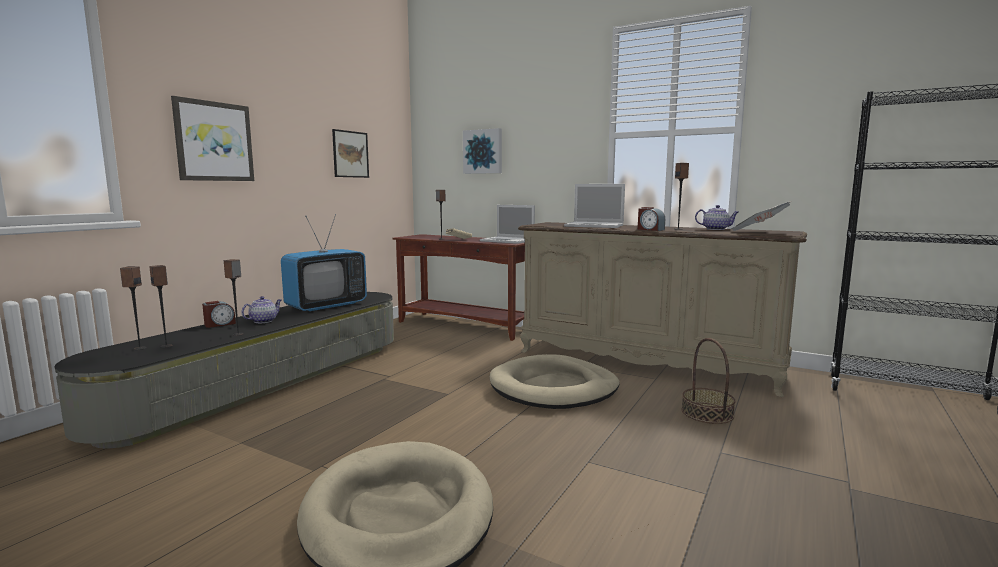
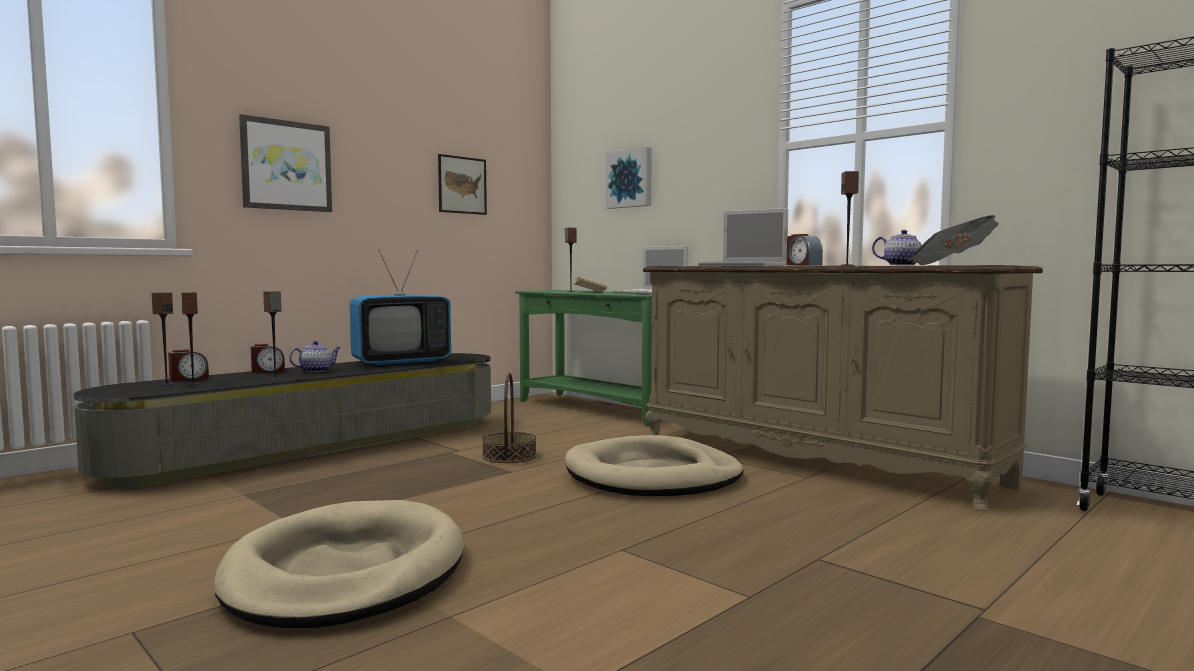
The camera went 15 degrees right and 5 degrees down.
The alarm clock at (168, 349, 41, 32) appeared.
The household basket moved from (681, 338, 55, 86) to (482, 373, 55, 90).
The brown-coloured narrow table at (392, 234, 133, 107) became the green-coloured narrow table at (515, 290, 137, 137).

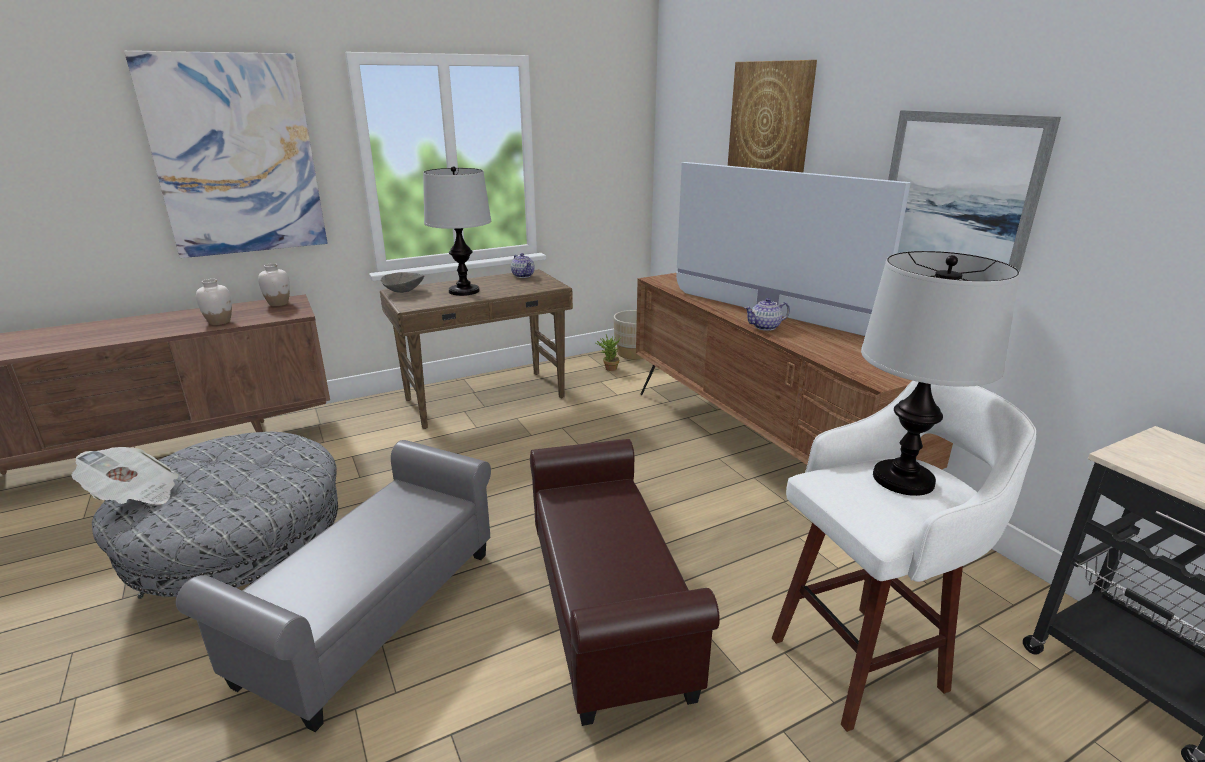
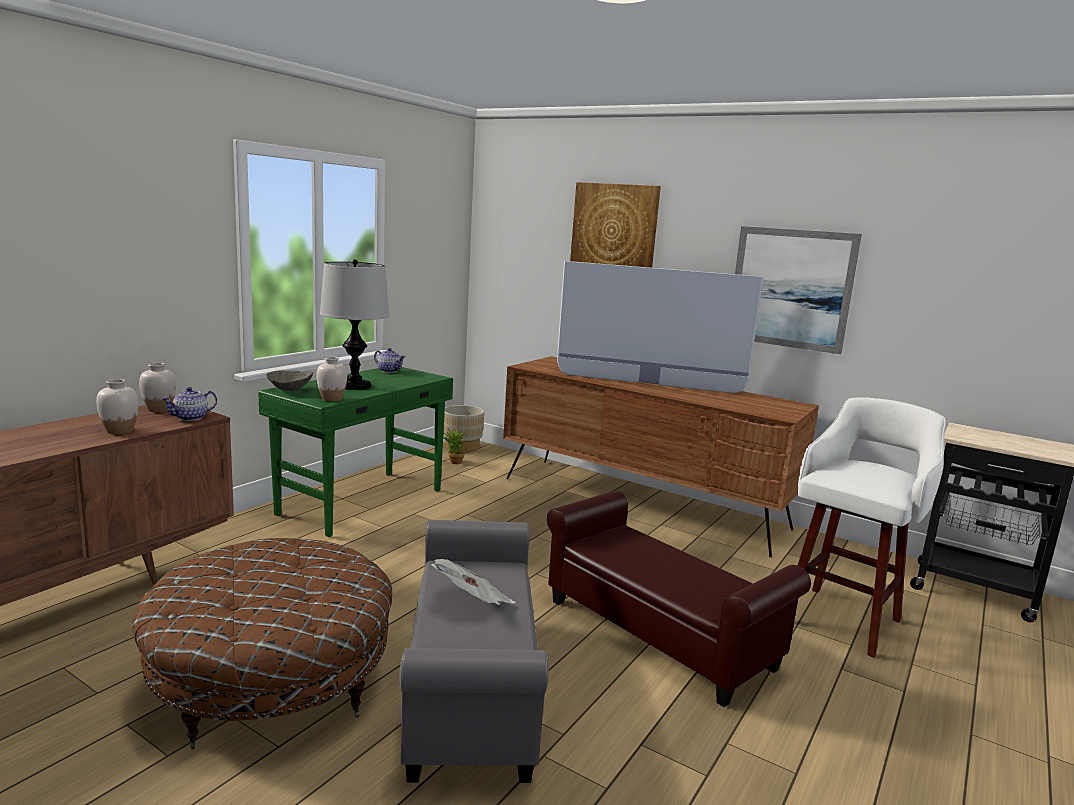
The camera went 30 degrees left and 10 degrees down.
The gray footrest at (92, 432, 246, 167) became the brown-coloured footrest at (132, 538, 260, 211).
The teapot moved from (744, 298, 46, 33) to (161, 387, 56, 34).
The brown-coloured narrow table at (380, 269, 193, 160) became the green-coloured narrow table at (258, 367, 195, 170).
The white-coloured flower vase at (316, 357, 31, 45) appeared.
The daily paper moved from (72, 447, 107, 58) to (431, 559, 84, 46).
The wall picture at (124, 51, 203, 207) disappeared.
The table lamp at (861, 251, 159, 245) disappeared.

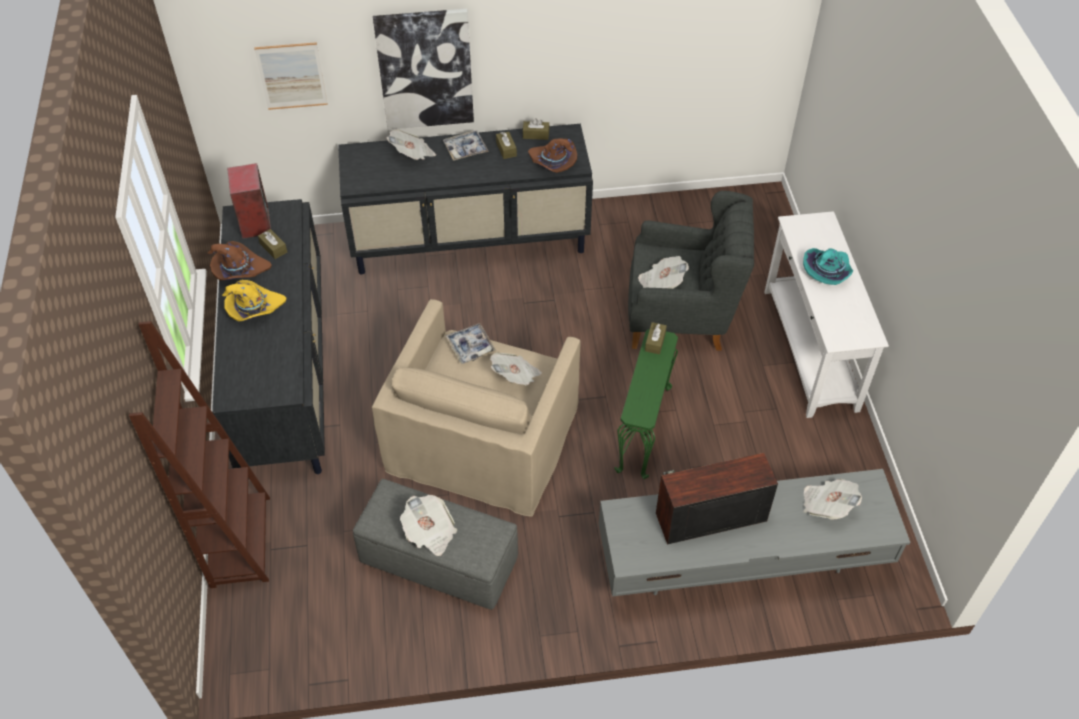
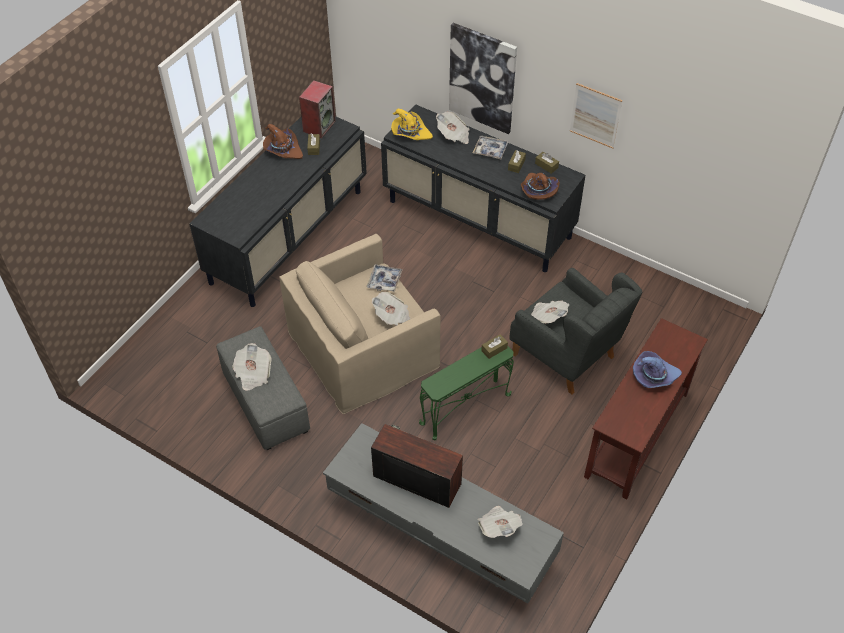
The camera went 40 degrees right and 0 degrees up.
The yellow clothing hat moved from (222, 280, 64, 42) to (391, 109, 42, 31).
The wall picture moved from (254, 42, 74, 68) to (570, 83, 52, 65).
The white-coloured narrow table at (764, 211, 125, 207) became the brown-coloured narrow table at (584, 318, 124, 182).
The blue-green clothing hat at (803, 248, 50, 37) became the purplish clothing hat at (633, 351, 49, 37).
The brown-coloured bookcase at (129, 321, 141, 267) disappeared.

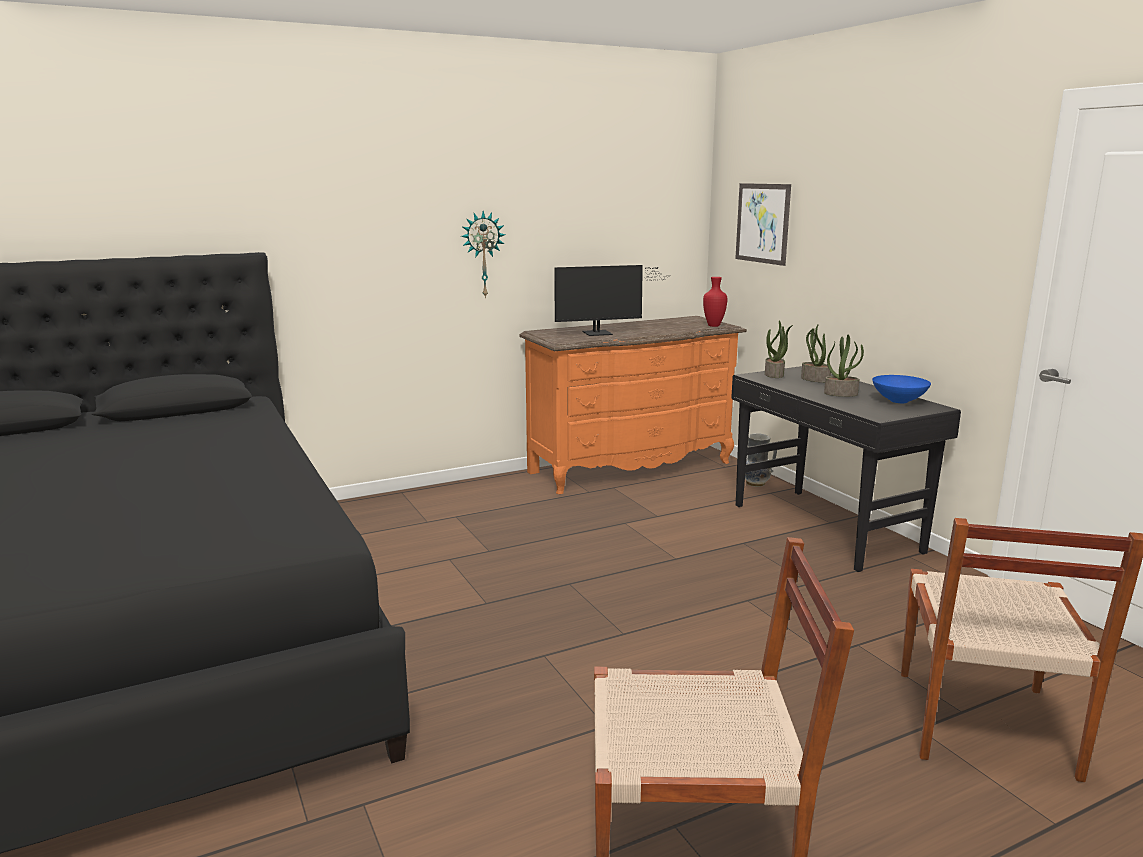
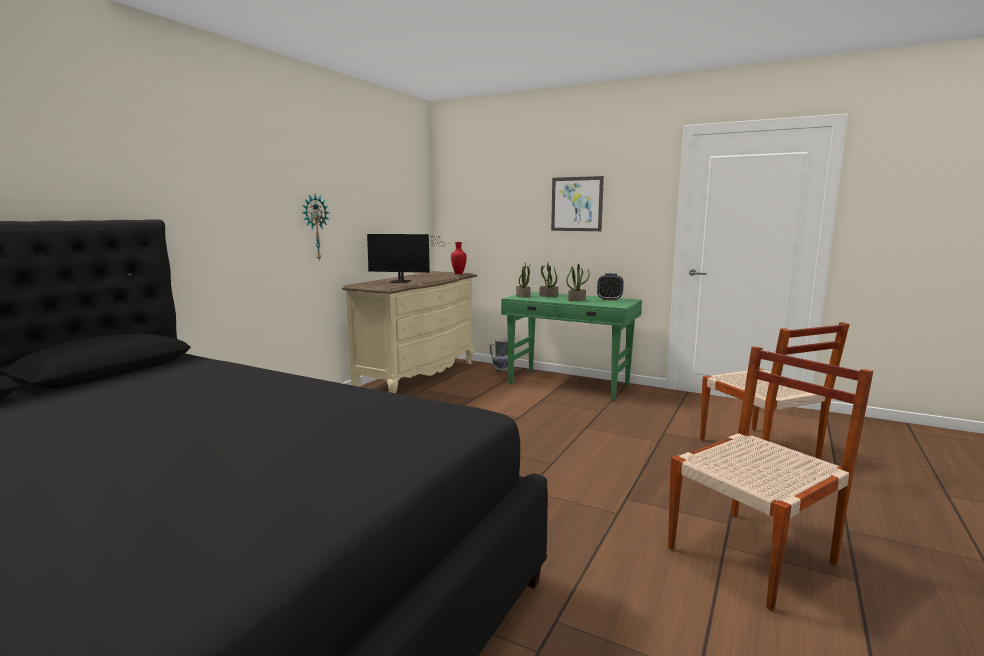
The camera went 35 degrees left and 5 degrees down.
The orange drawer chest at (519, 316, 228, 178) became the beige drawer chest at (342, 271, 135, 122).
The monitor at (554, 265, 116, 71) turned 60 degrees clockwise.
The black narrow table at (731, 366, 230, 206) became the green-coloured narrow table at (501, 292, 141, 109).
The wall picture moved from (735, 183, 56, 83) to (551, 176, 53, 55).
The blue bowl at (872, 375, 59, 28) was replaced by the alarm clock at (597, 273, 27, 27).

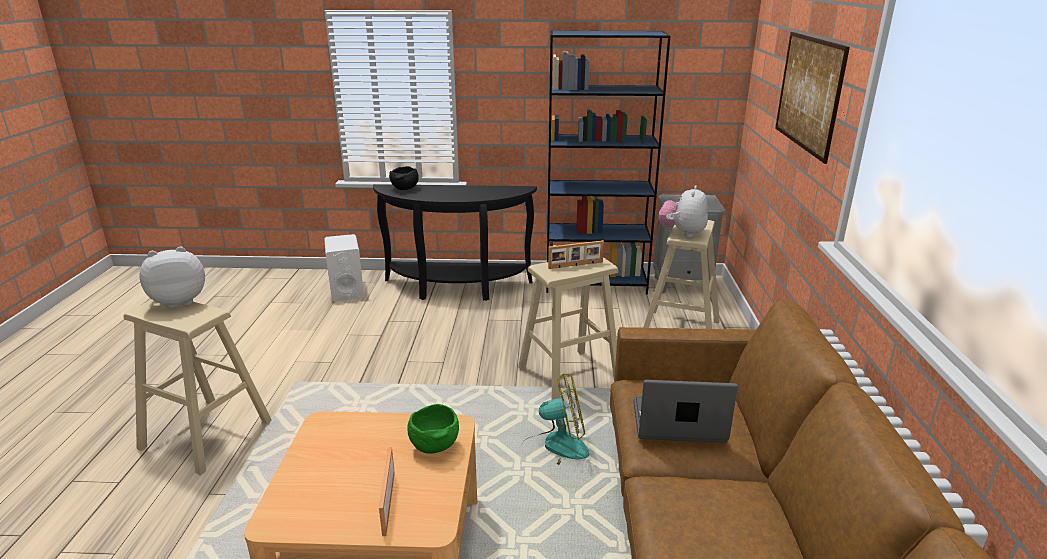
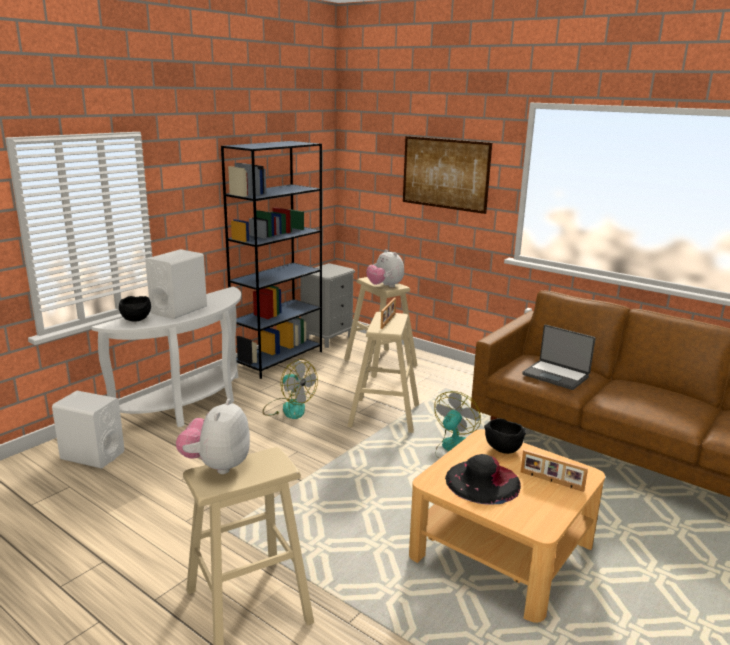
The camera went 55 degrees left and 5 degrees down.
The black narrow table at (373, 184, 164, 117) became the white-coloured narrow table at (91, 287, 150, 140).
The white-coloured speaker at (145, 249, 62, 70) appeared.
The electric fan at (263, 359, 55, 60) appeared.
The black clothing hat at (445, 454, 76, 51) appeared.
The green-coloured bowl at (407, 404, 52, 49) became the black bowl at (484, 418, 42, 36).
The notebook computer at (634, 380, 104, 63) turned 90 degrees counterclockwise.

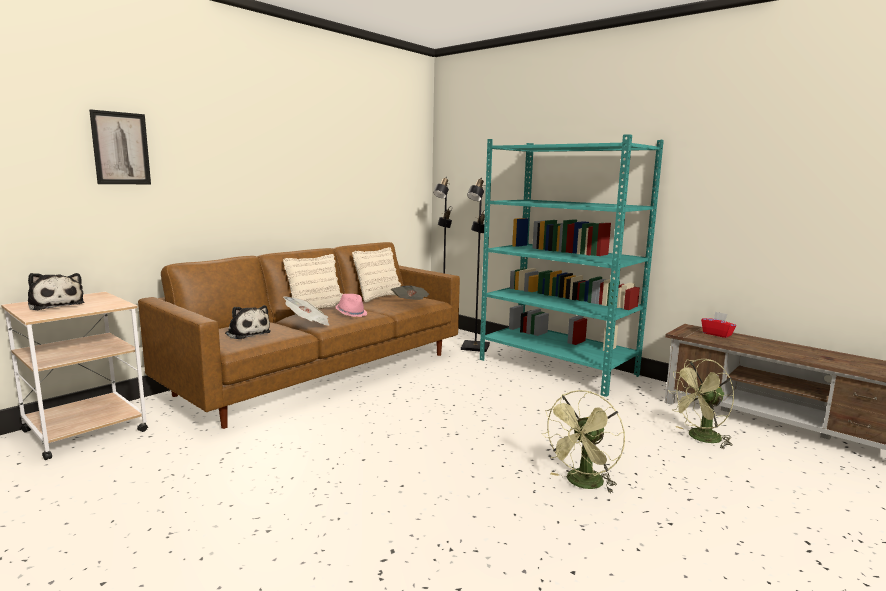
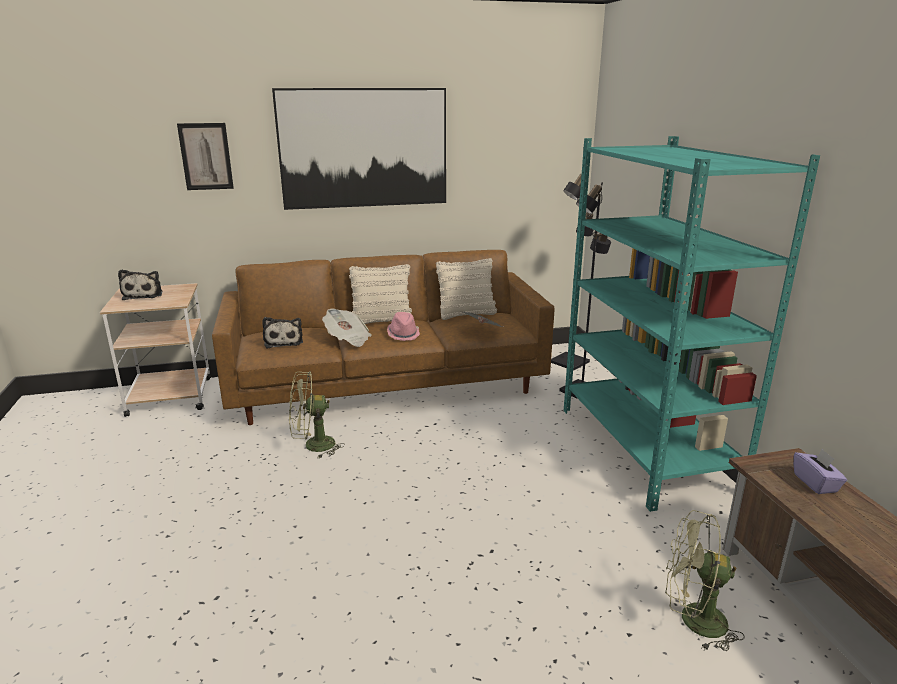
The camera went 35 degrees right and 10 degrees up.
The wall picture at (272, 88, 174, 122) appeared.
The green-coloured electric fan moved from (541, 390, 84, 103) to (289, 372, 56, 86).
The red box of tissues at (701, 312, 35, 26) became the purplish box of tissues at (794, 449, 53, 45).

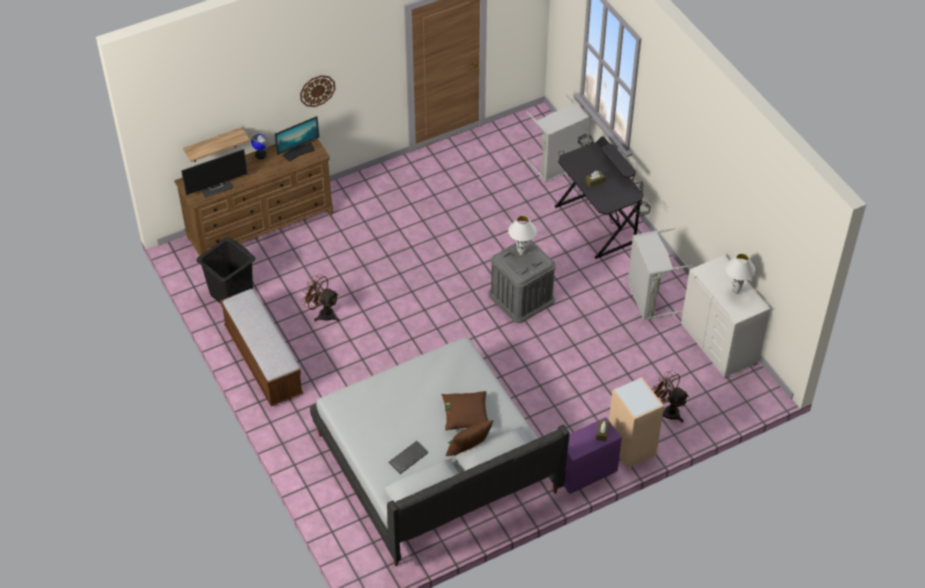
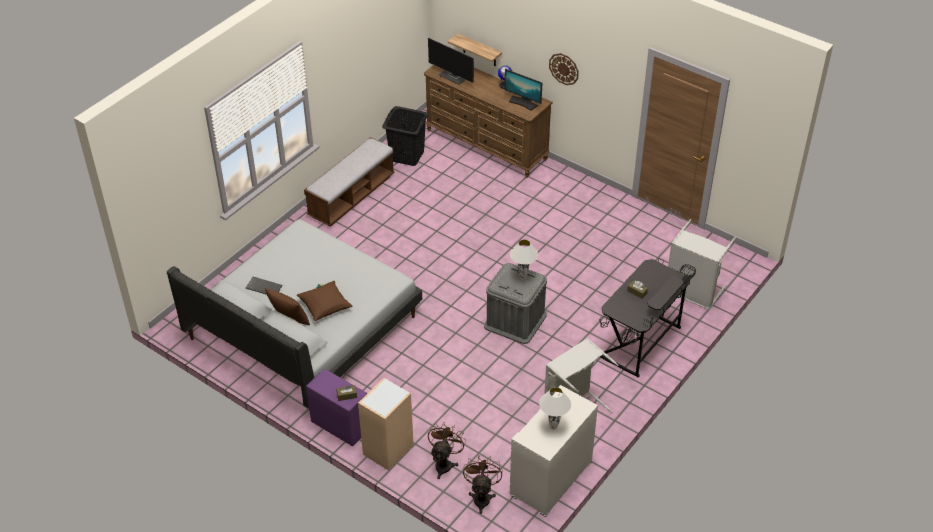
The camera went 65 degrees right and 5 degrees down.
The brown-coloured electric fan moved from (302, 274, 37, 48) to (463, 456, 40, 58).

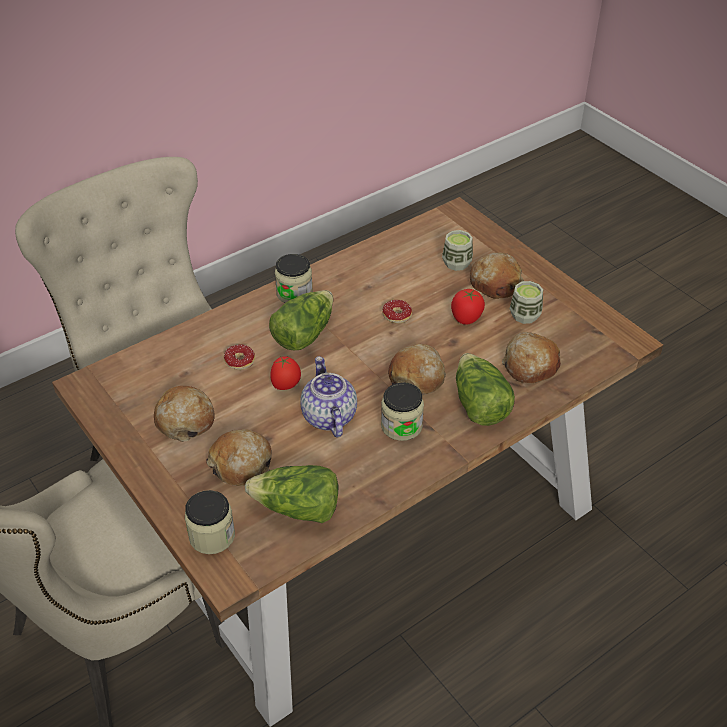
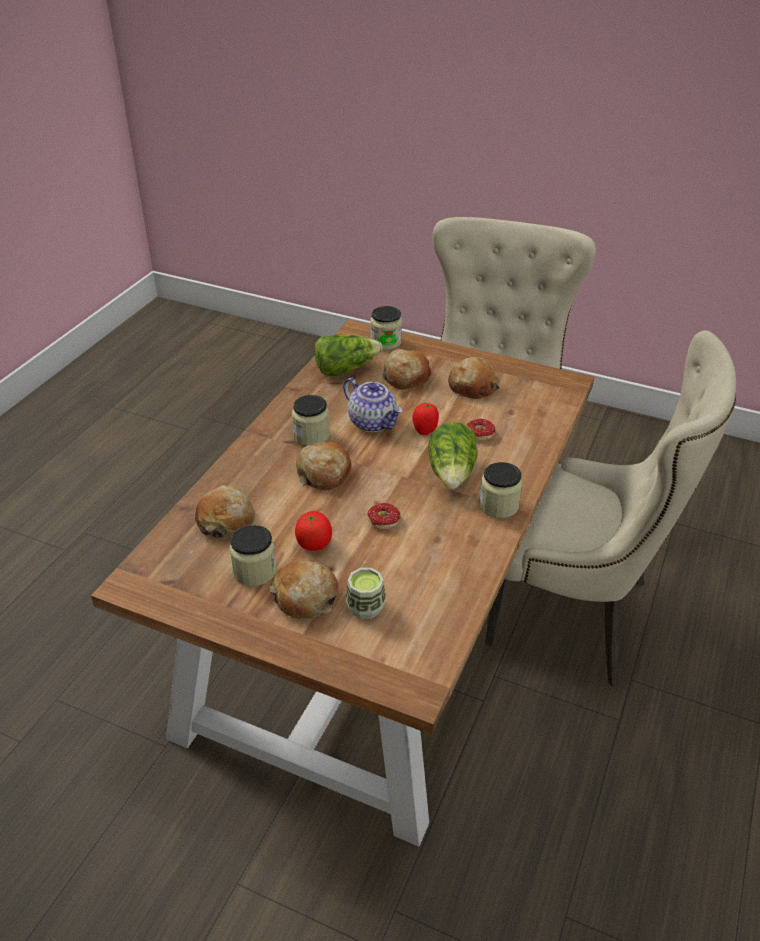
The camera went 150 degrees right and 5 degrees down.
The small cup at (510, 281, 33, 43) was replaced by the jar at (230, 525, 47, 61).
The lettuce head at (456, 353, 59, 73) disappeared.

